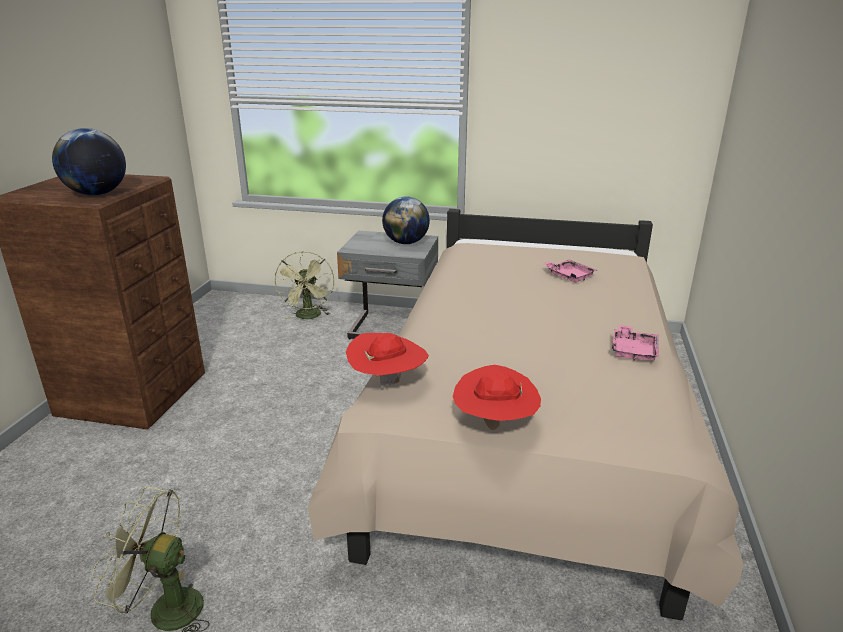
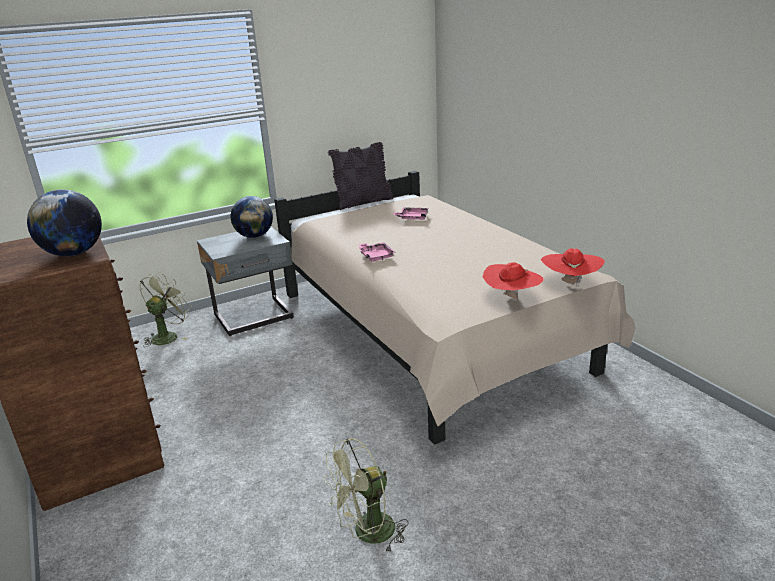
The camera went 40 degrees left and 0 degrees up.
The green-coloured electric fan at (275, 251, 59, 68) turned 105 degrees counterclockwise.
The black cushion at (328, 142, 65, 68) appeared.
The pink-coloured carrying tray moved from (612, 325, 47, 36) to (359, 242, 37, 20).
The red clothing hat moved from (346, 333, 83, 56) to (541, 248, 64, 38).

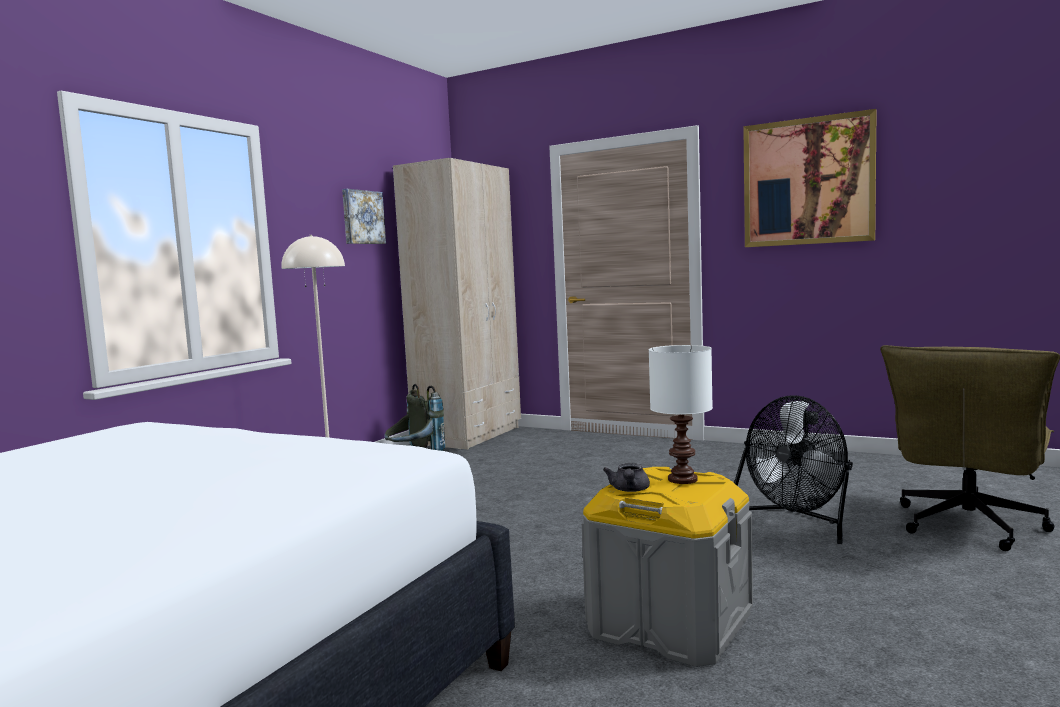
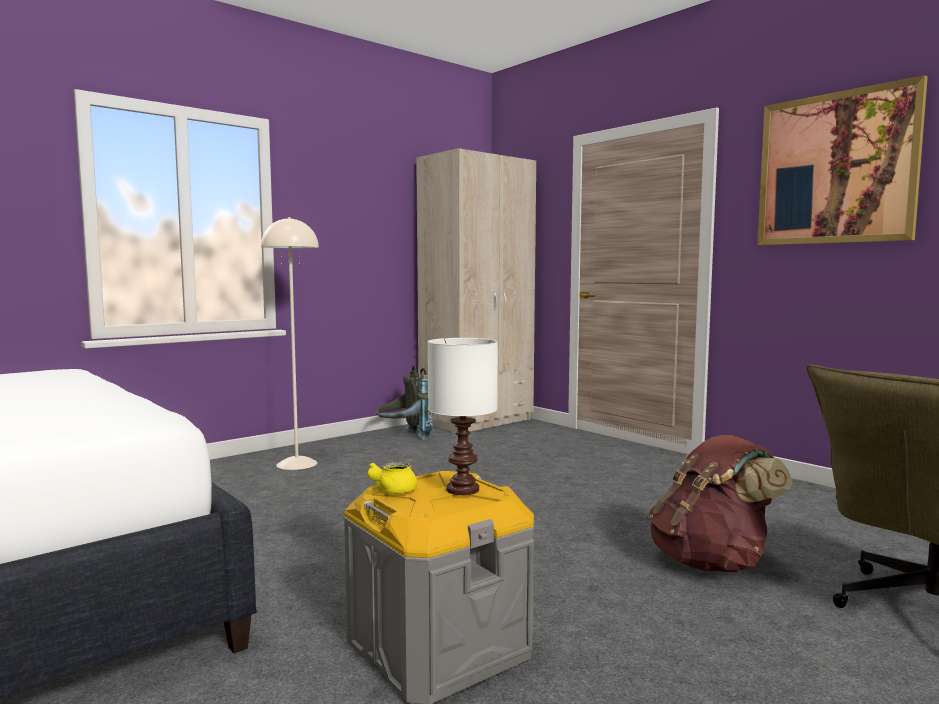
The camera went 20 degrees right and 0 degrees up.
The gray teapot at (603, 463, 47, 29) became the yellow teapot at (367, 462, 51, 32).
The black electric fan at (734, 395, 119, 149) was replaced by the brown-coloured backpack at (649, 435, 144, 137).
The wall picture at (342, 189, 44, 55) disappeared.

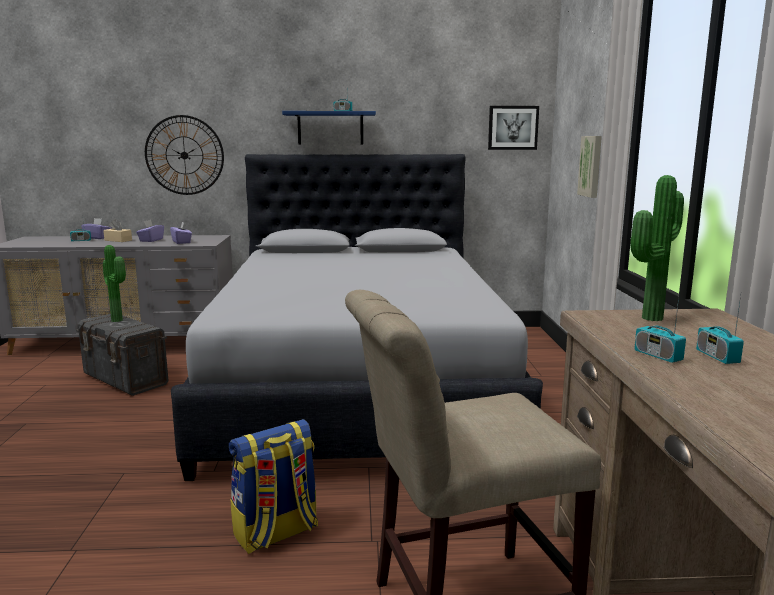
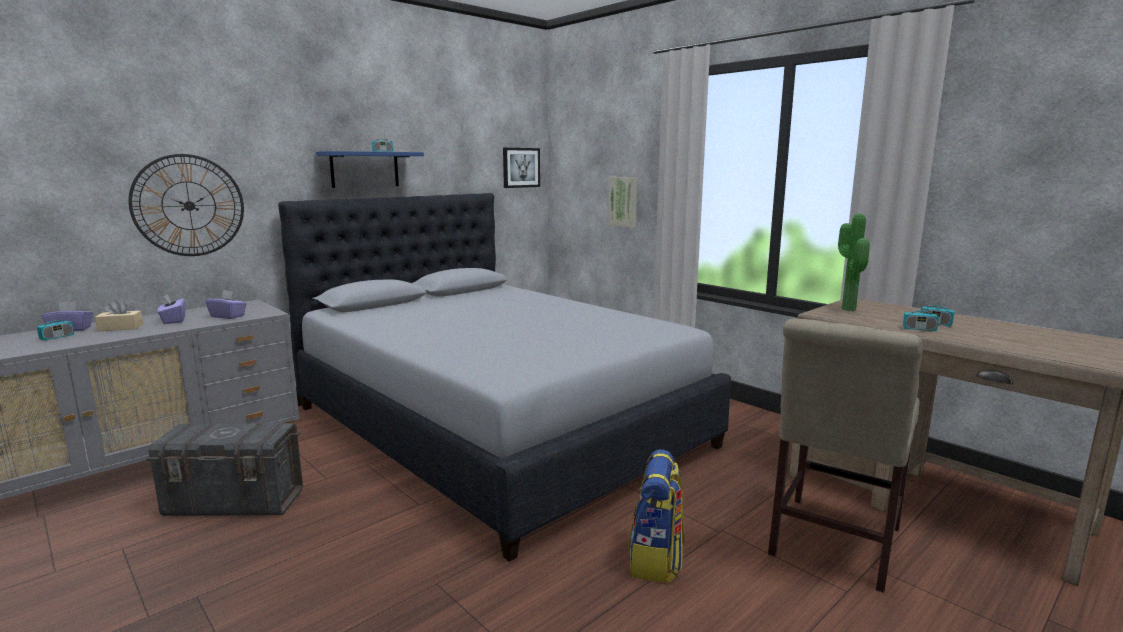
The camera went 40 degrees left and 0 degrees up.
The potted plant at (103, 245, 23, 77) disappeared.

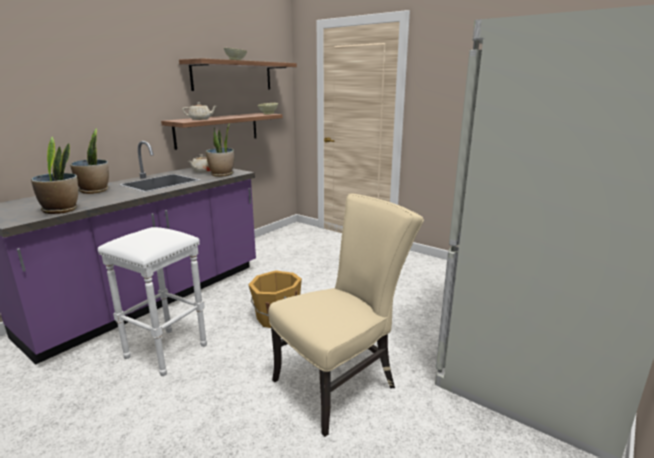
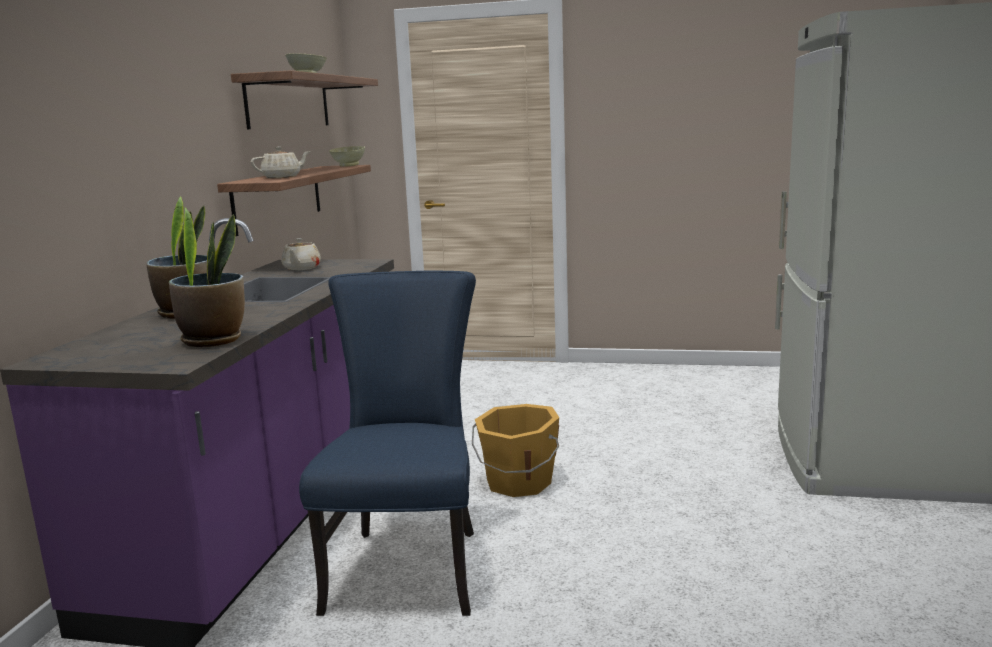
The camera went 25 degrees left and 5 degrees down.
The white-coloured stool at (98, 227, 109, 149) was replaced by the blue plain chair at (299, 271, 177, 345).
The potted plant at (205, 122, 29, 55) disappeared.
The beige plain chair at (268, 194, 156, 243) disappeared.

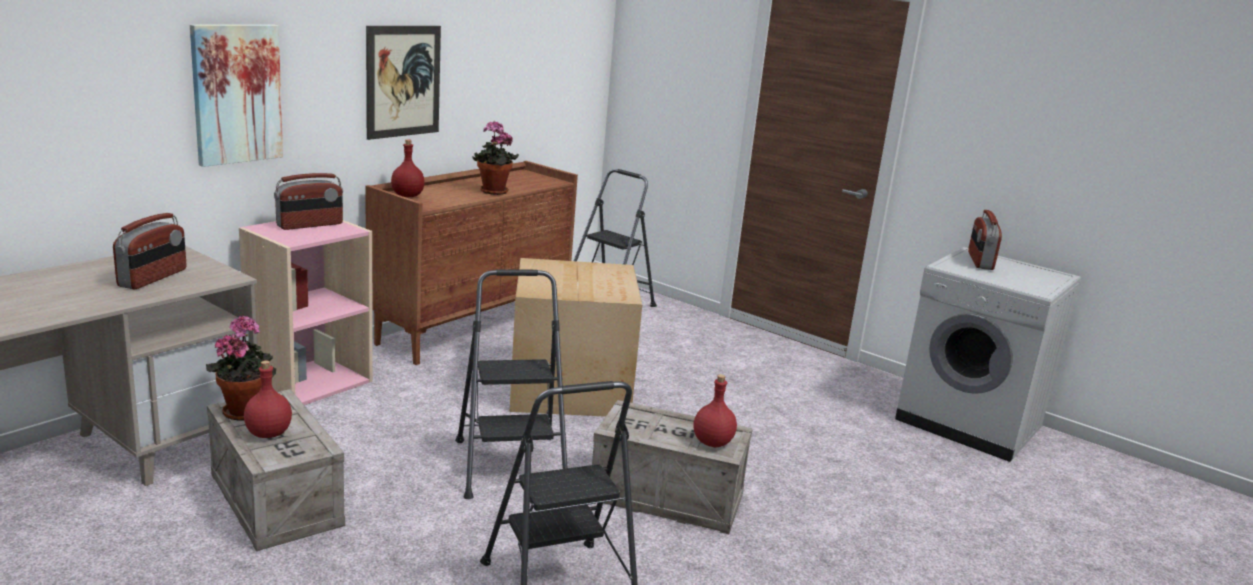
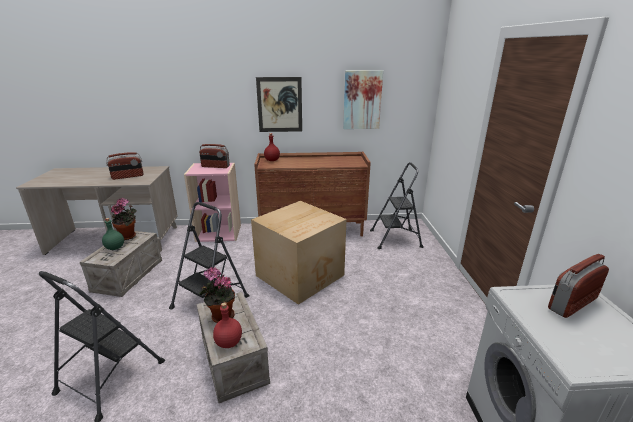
The camera went 50 degrees right and 5 degrees up.
The red beverage bottle at (244, 361, 48, 77) became the green-coloured beverage bottle at (102, 218, 22, 32).
The potted plant moved from (472, 121, 47, 74) to (199, 267, 36, 56).
The wall picture moved from (190, 25, 93, 142) to (343, 70, 40, 59).

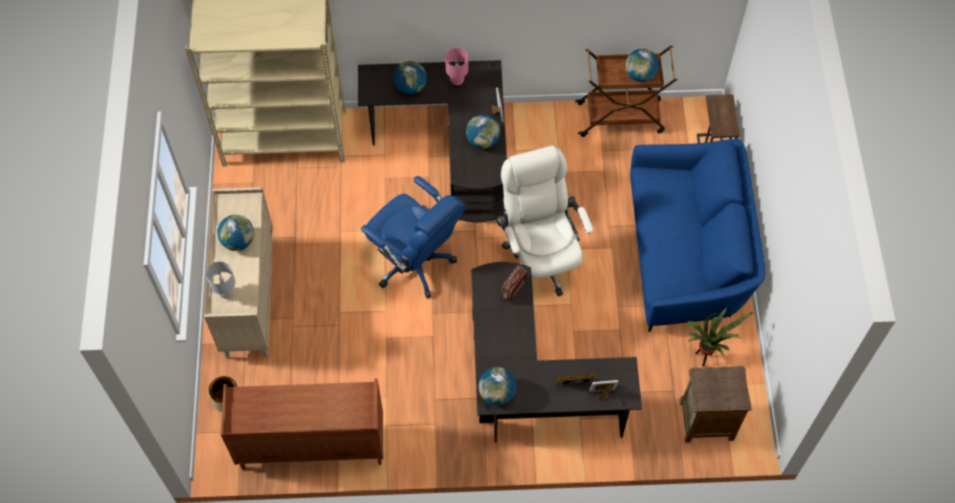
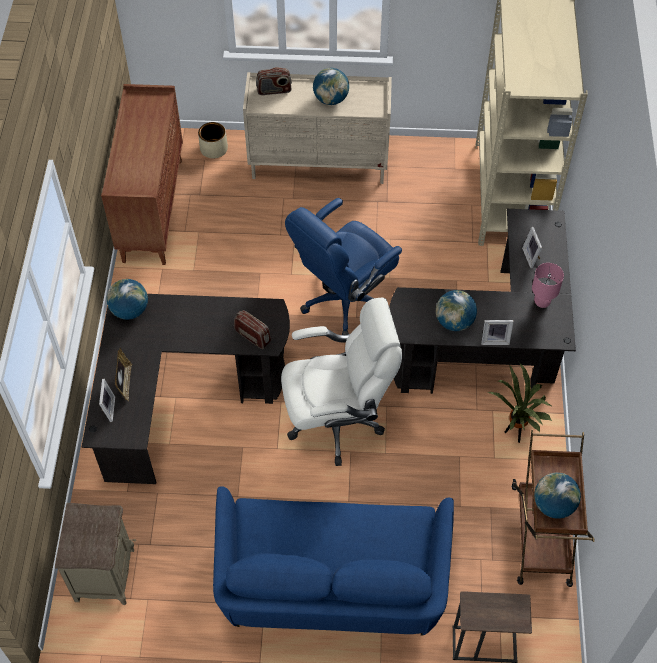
The camera went 95 degrees right and 5 degrees down.
The gray table lamp at (206, 261, 29, 37) was replaced by the radio at (256, 67, 36, 28).
The potted plant moved from (686, 307, 67, 59) to (487, 362, 65, 81).
The world globe at (393, 61, 34, 34) was replaced by the picture frame at (522, 227, 20, 42).

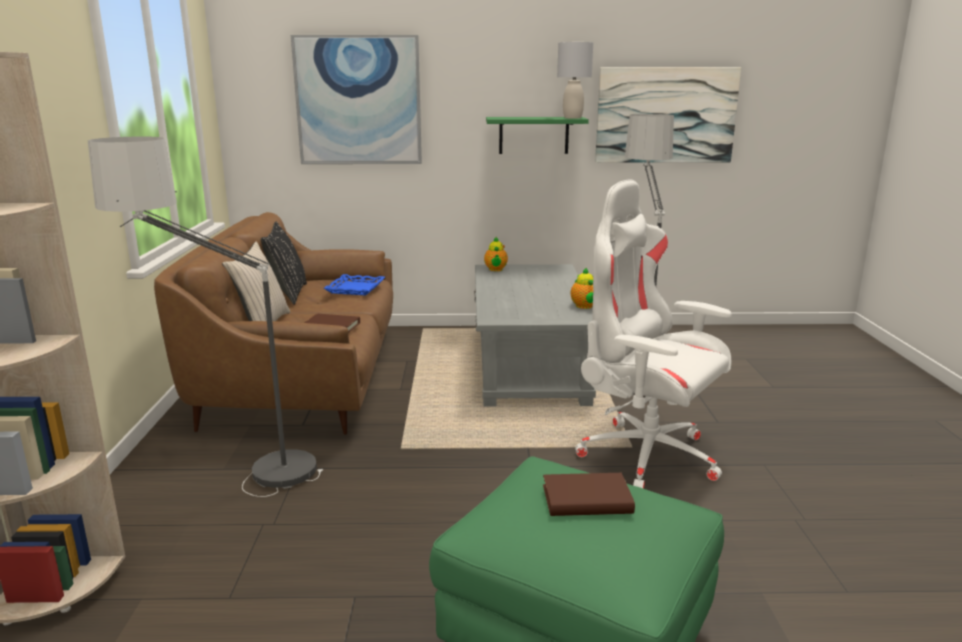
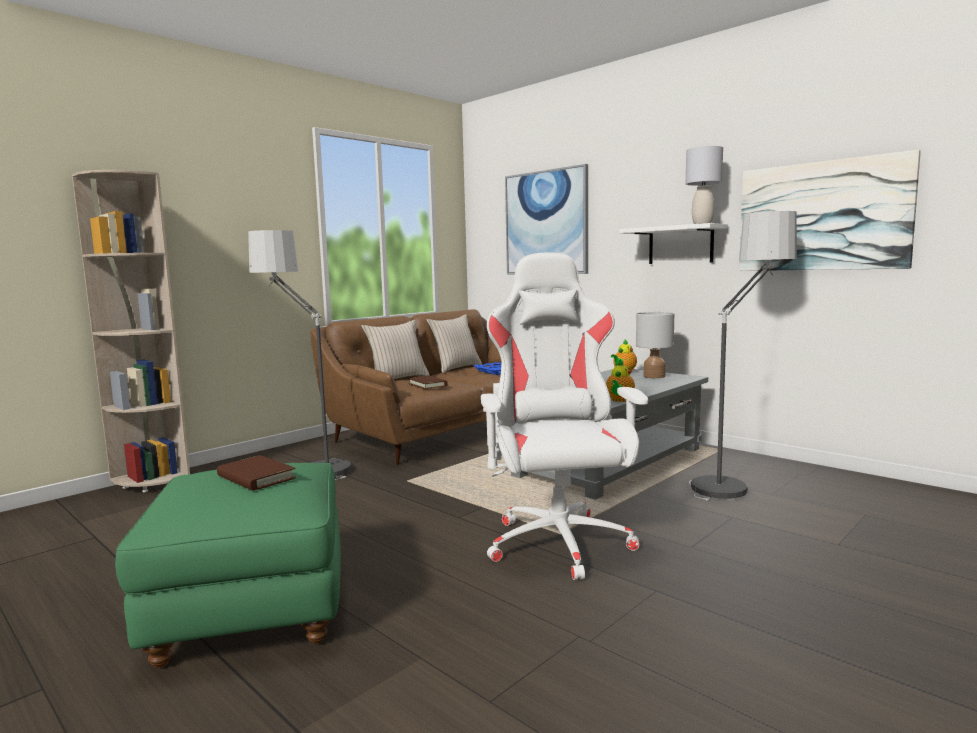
The camera went 45 degrees right and 10 degrees down.
The black cushion at (261, 222, 46, 83) became the beige cushion at (426, 314, 56, 59).
The green-coloured wall shelf at (486, 117, 103, 37) became the white-coloured wall shelf at (619, 223, 109, 41).
The gray table lamp at (636, 312, 38, 66) appeared.

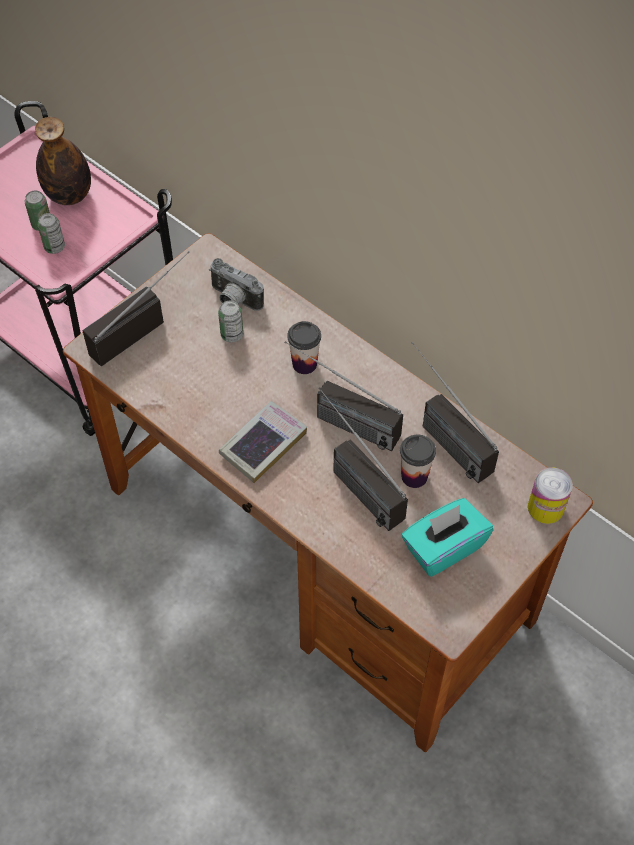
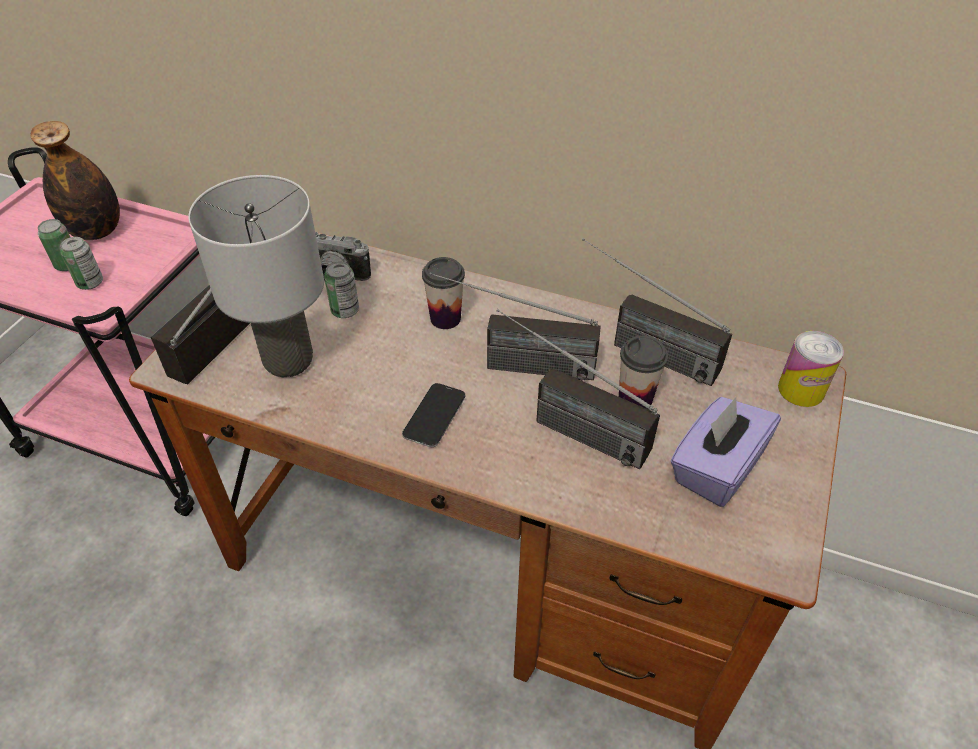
The camera went 20 degrees left and 10 degrees down.
The white-coloured table lamp at (188, 175, 136, 202) appeared.
The book at (219, 401, 88, 82) was replaced by the handset at (402, 383, 63, 64).
The blue-green box of tissues at (401, 498, 92, 79) became the purplish box of tissues at (671, 397, 110, 110).

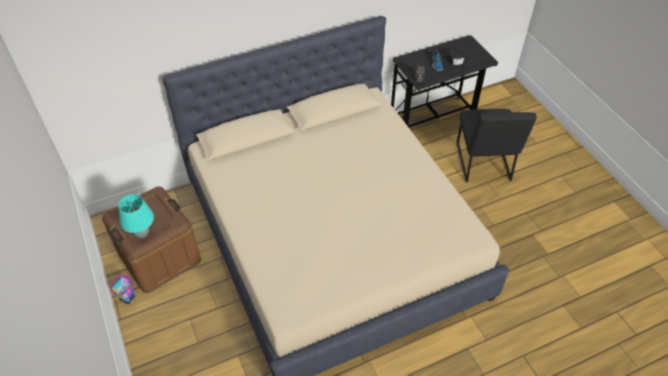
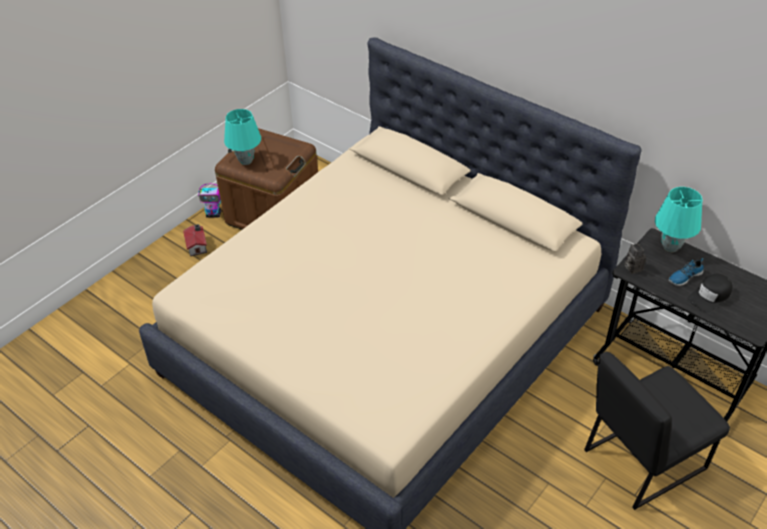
The camera went 65 degrees right and 5 degrees down.
The toy house at (183, 224, 24, 32) appeared.
The blue-green table lamp at (655, 187, 47, 65) appeared.

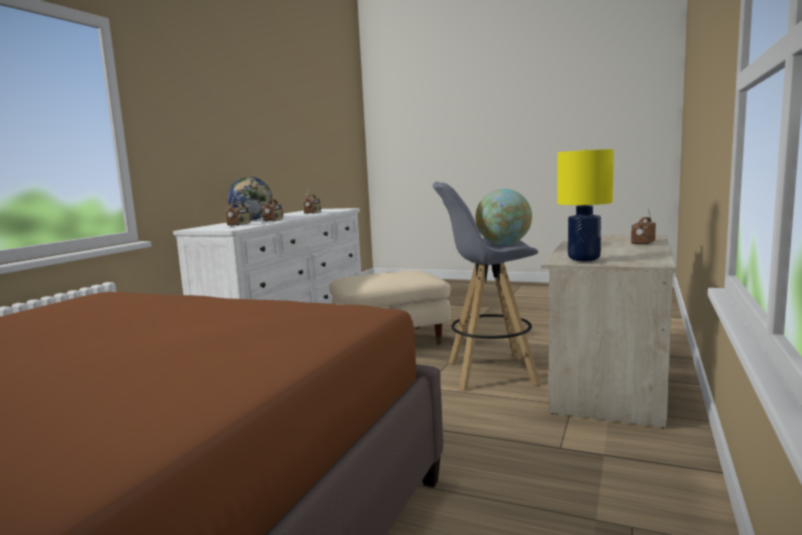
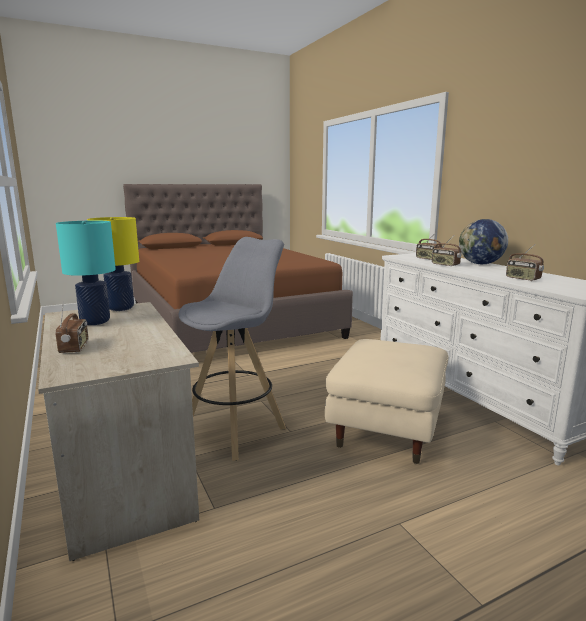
The camera went 130 degrees right and 5 degrees up.
The blue-green table lamp at (56, 221, 60, 104) appeared.
The world globe at (476, 189, 56, 56) disappeared.

